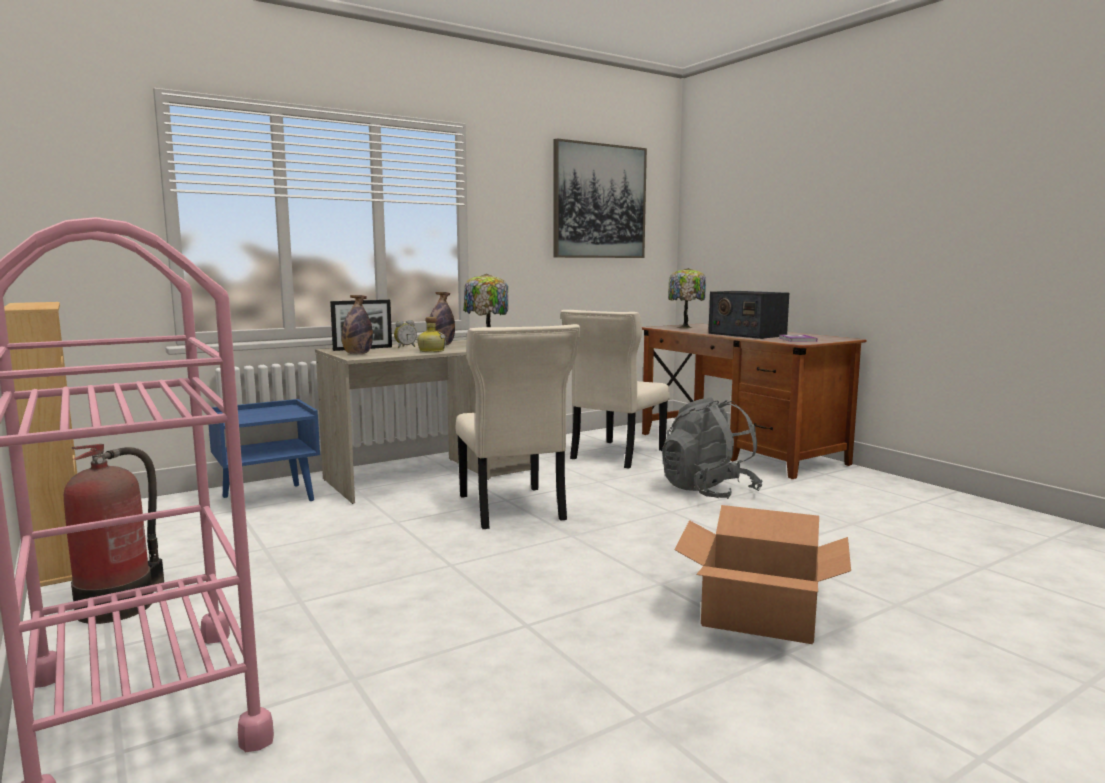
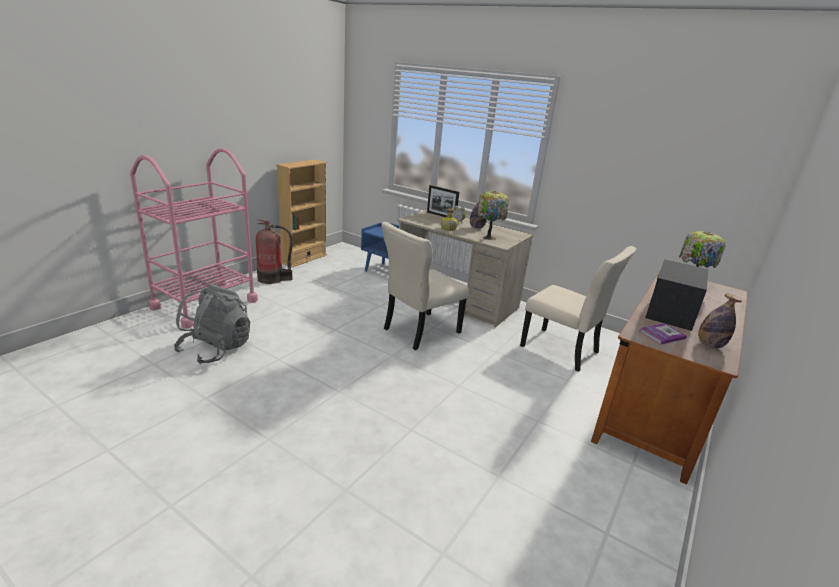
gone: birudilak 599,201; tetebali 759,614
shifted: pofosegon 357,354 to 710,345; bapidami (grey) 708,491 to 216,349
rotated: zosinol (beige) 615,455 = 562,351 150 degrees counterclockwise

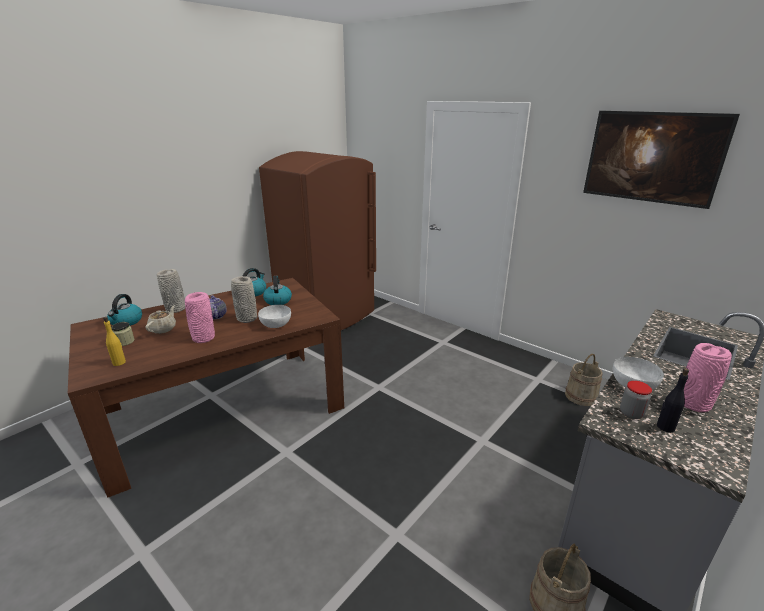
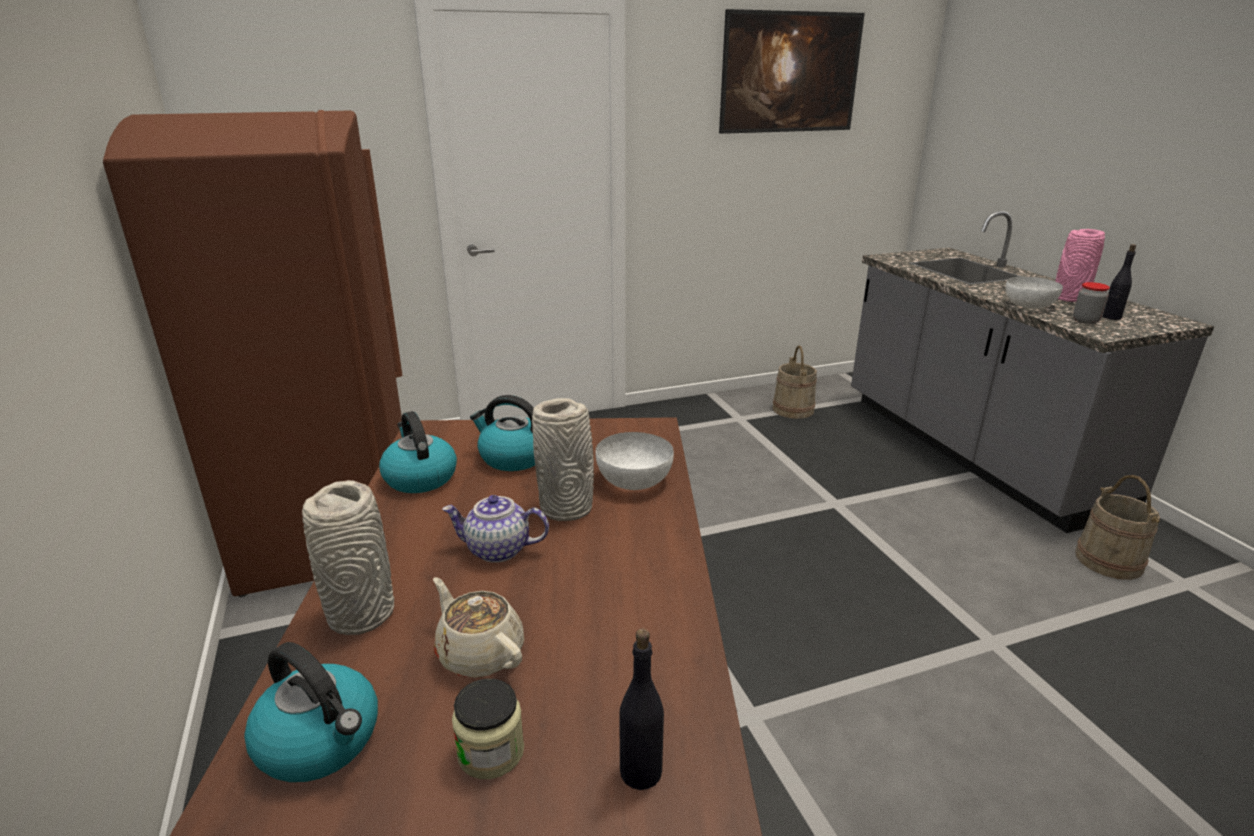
gone: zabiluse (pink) 203,338
repainted: pofosegon (yellow) 119,362 to pofosegon (black) 640,771

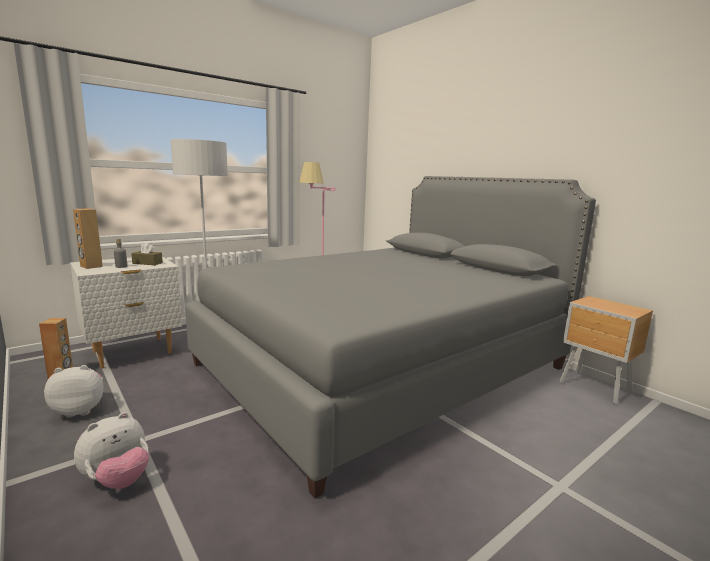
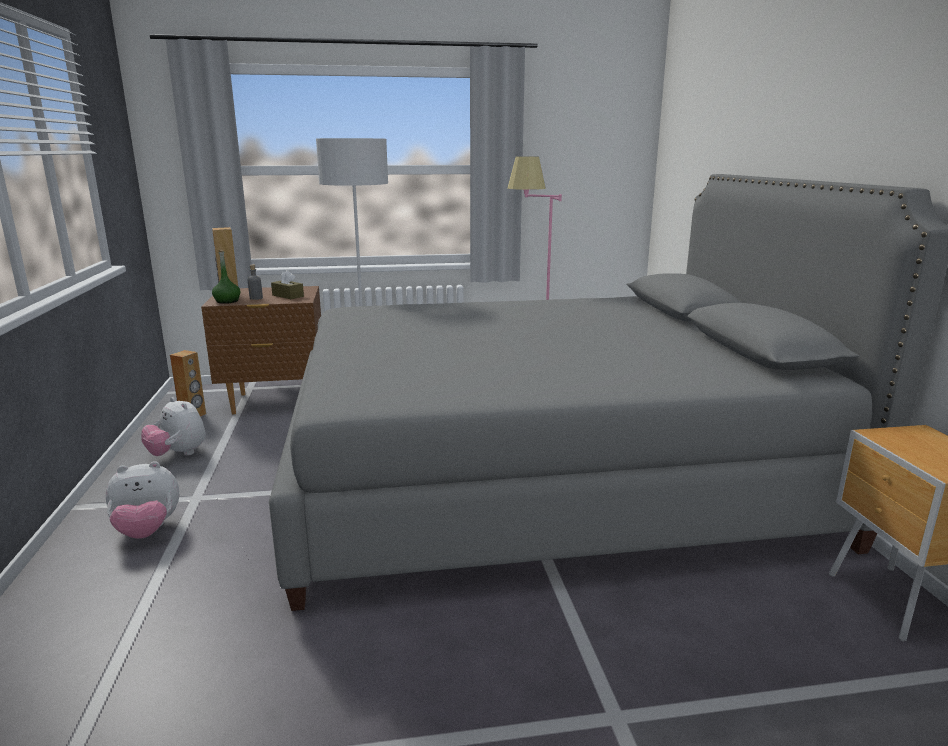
new: pofosegon (green) 227,301
repainted: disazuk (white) 133,353 to disazuk (brown) 275,402
rotated: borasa 80,410 = 178,454 150 degrees counterclockwise

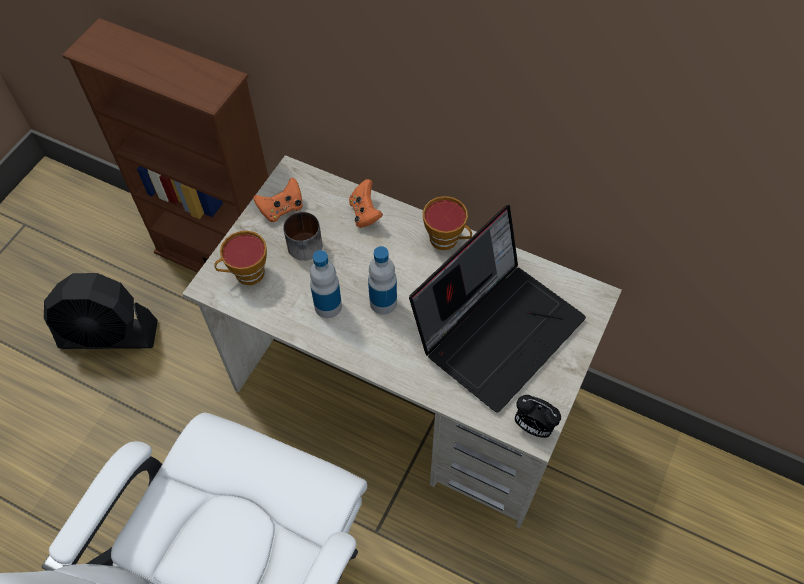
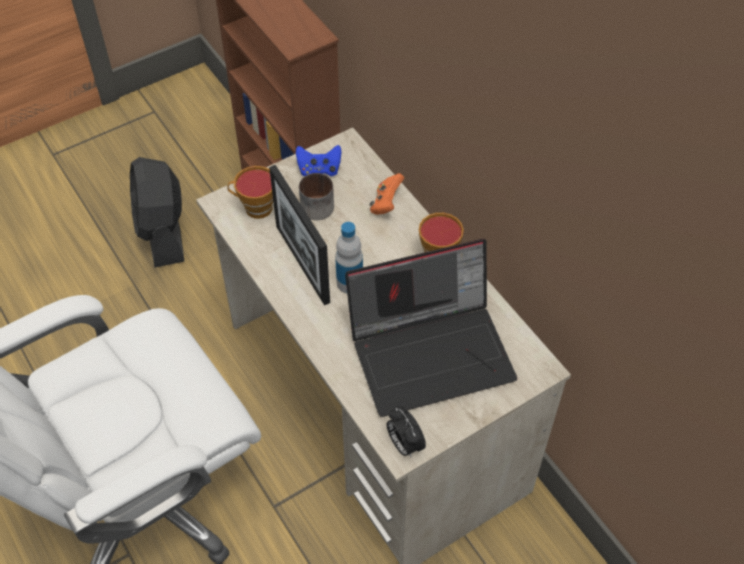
swapped: pofosegon 328,306 to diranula 302,263
repainted: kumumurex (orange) 282,209 to kumumurex (blue) 319,169
rotated: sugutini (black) 109,335 = 163,231 45 degrees clockwise

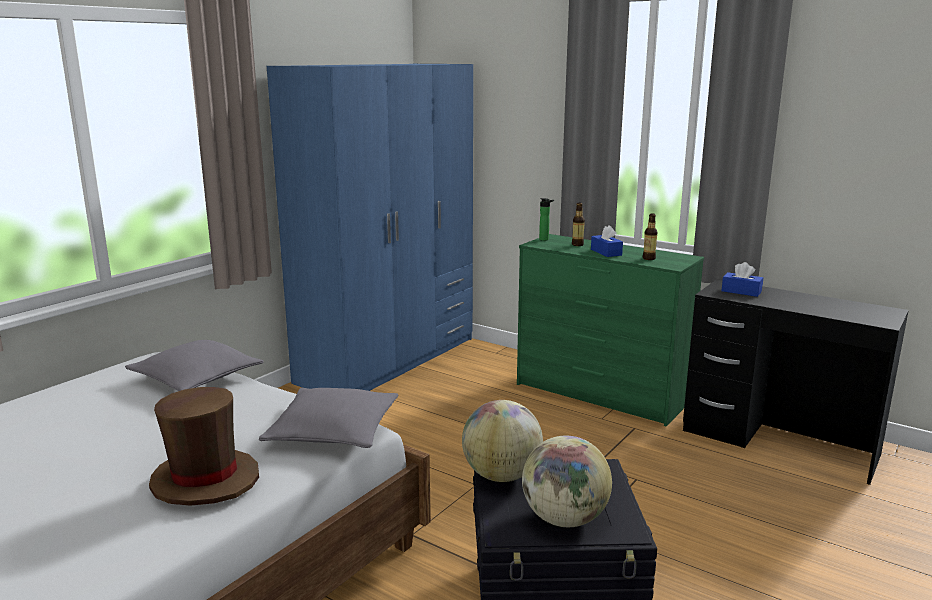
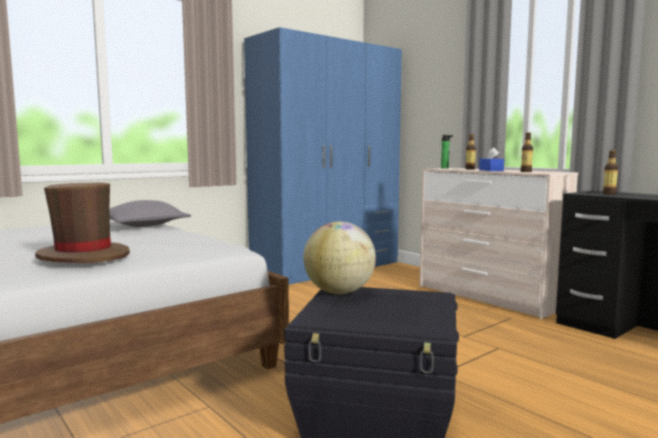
gone: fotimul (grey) 333,431; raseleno 564,519
swapped: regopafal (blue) 741,291 to pofosegon 609,193
repainted: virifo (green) 599,394 to virifo (beige) 488,297

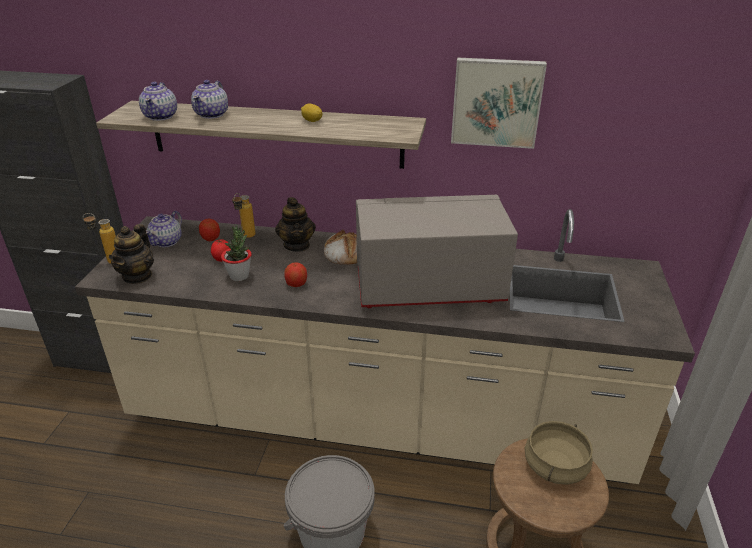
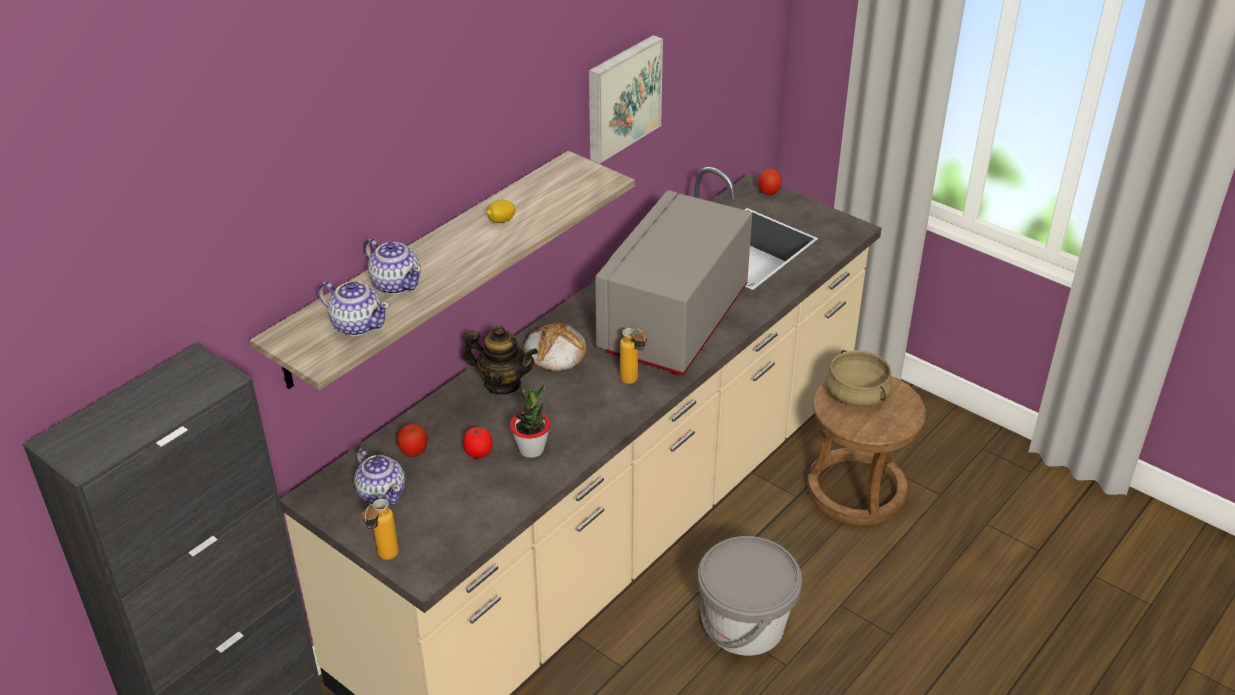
gone: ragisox 137,276
shifted: pofosegon 246,237 to 633,383; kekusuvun 296,284 to 769,192

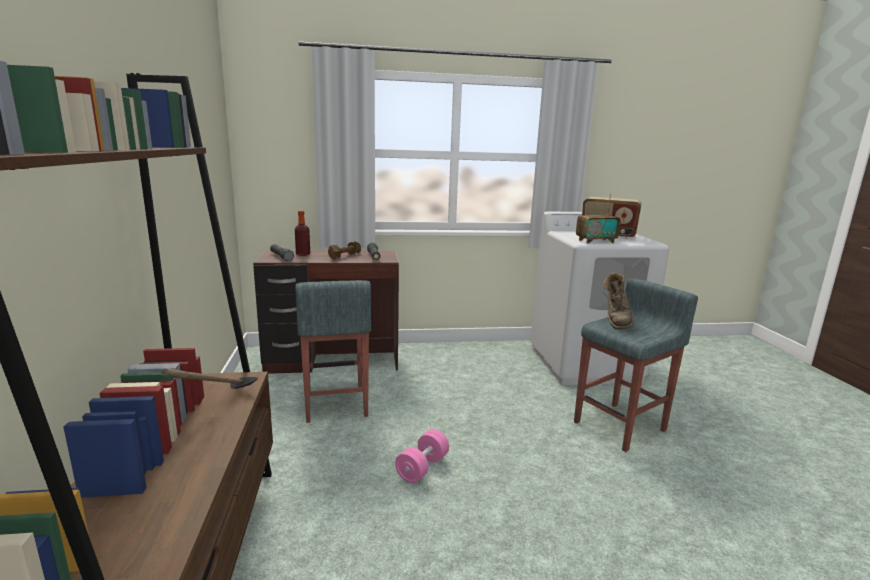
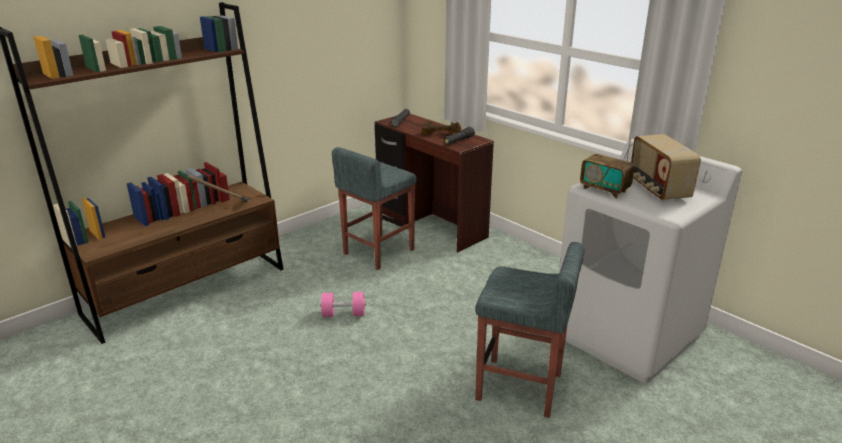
gone: pofosegon 303,254; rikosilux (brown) 616,321

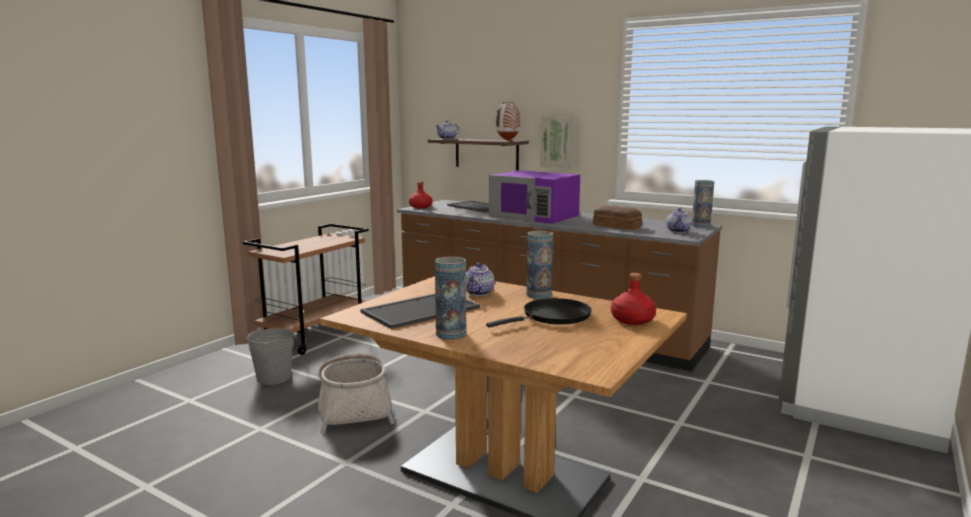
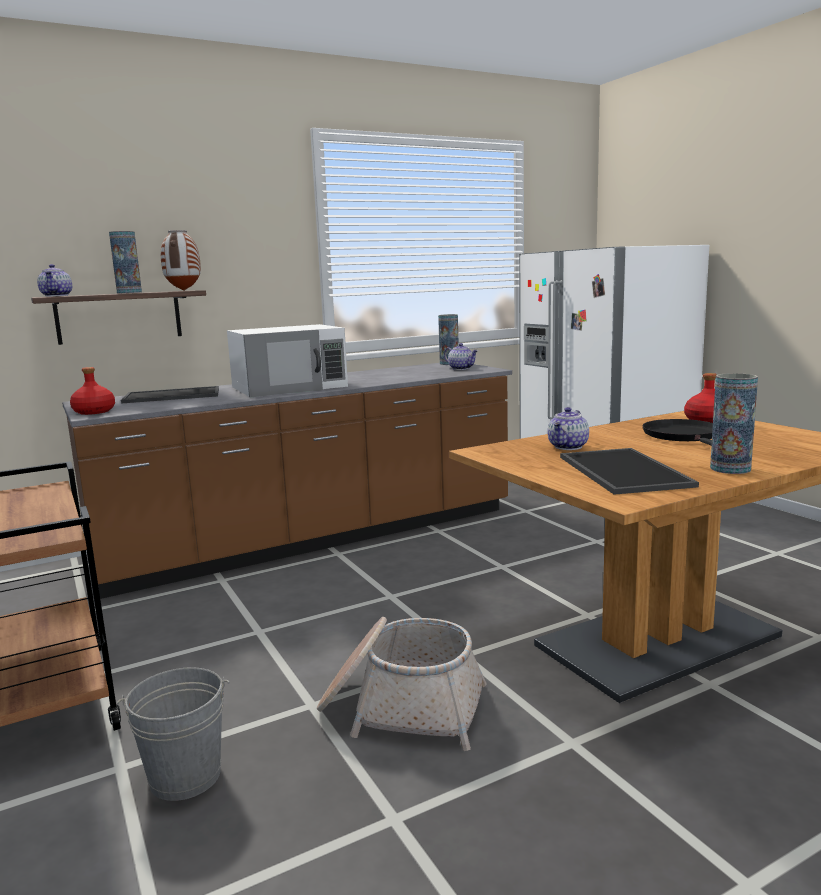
gone: birudilak 558,142; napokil 616,226
shifted: zabiluse 538,295 to 129,293
repainted: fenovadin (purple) 534,216 to fenovadin (white) 290,387
rotated: ragisox 479,293 = 568,447 75 degrees clockwise

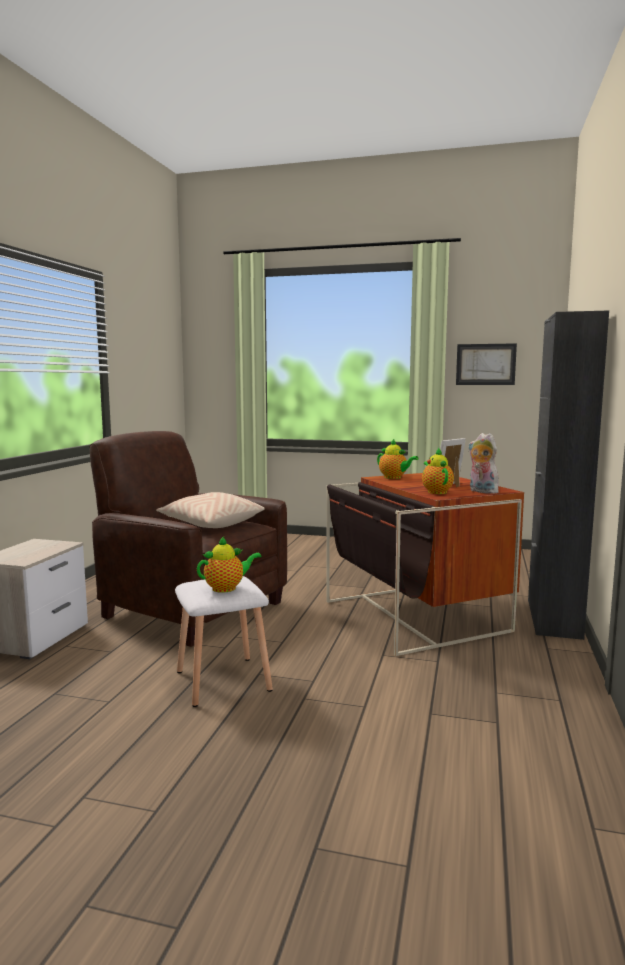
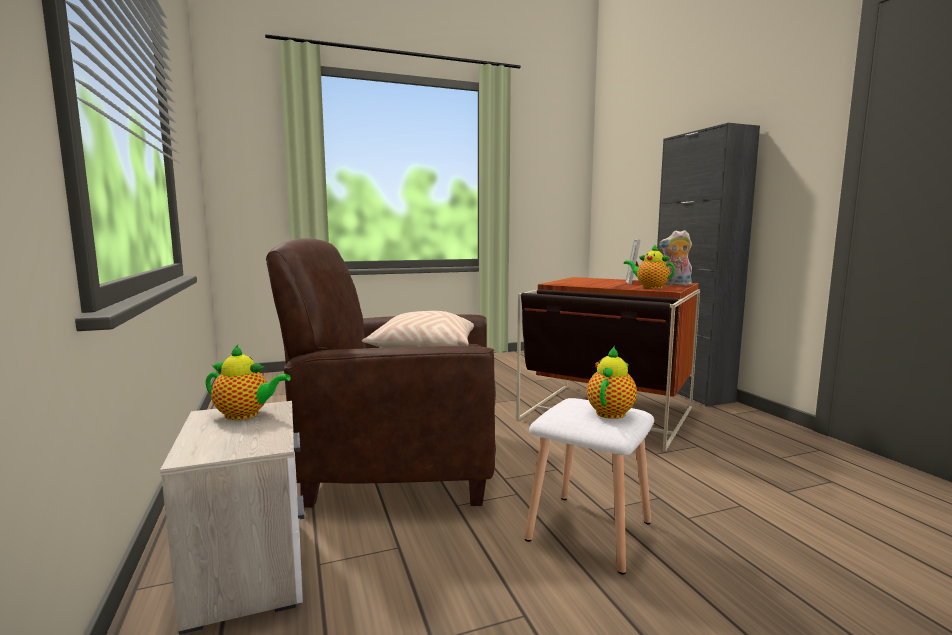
gone: birudilak 485,364
shifted: ragisox 394,477 to 245,415

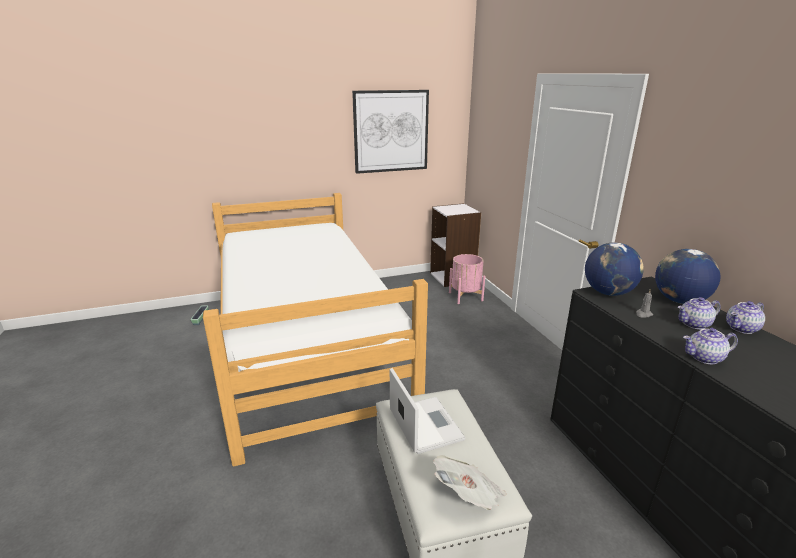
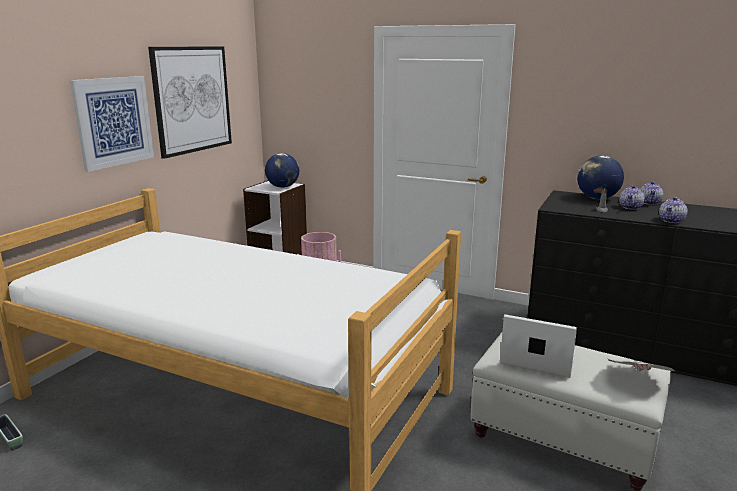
new: birudilak 114,121
shifted: raseleno 608,292 to 283,187

